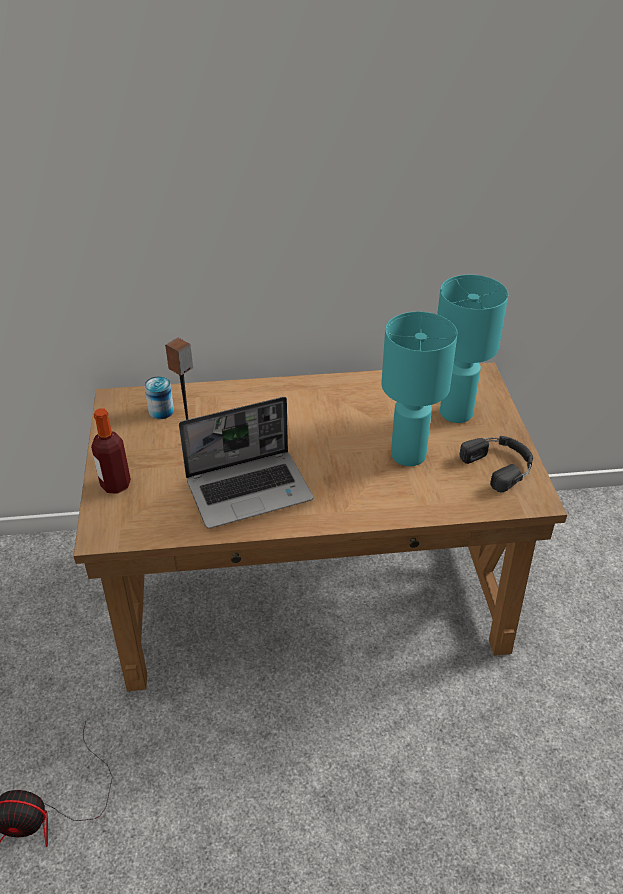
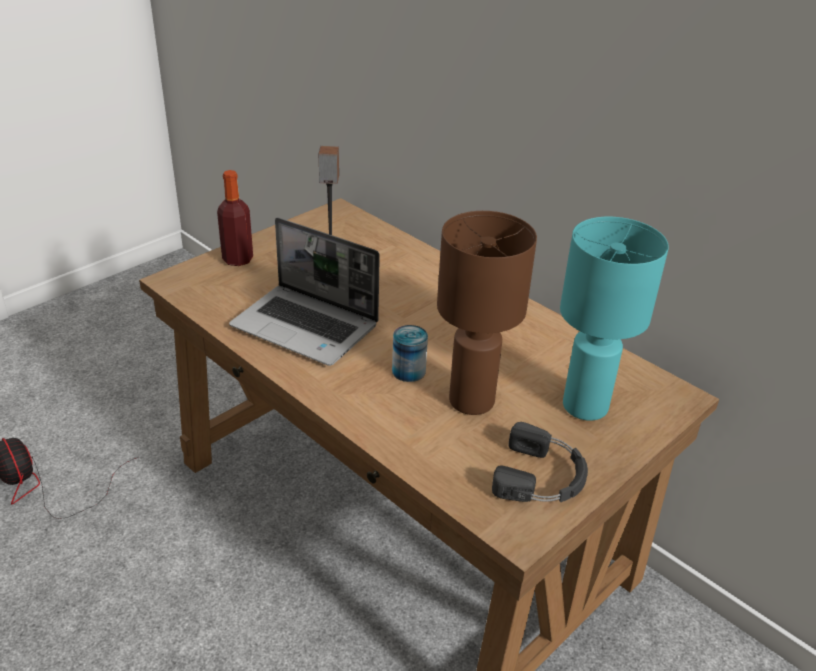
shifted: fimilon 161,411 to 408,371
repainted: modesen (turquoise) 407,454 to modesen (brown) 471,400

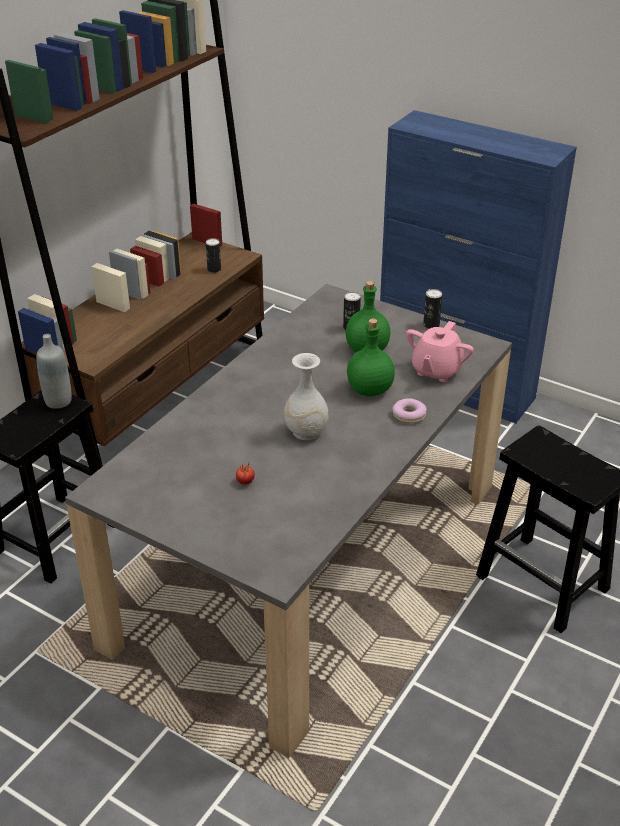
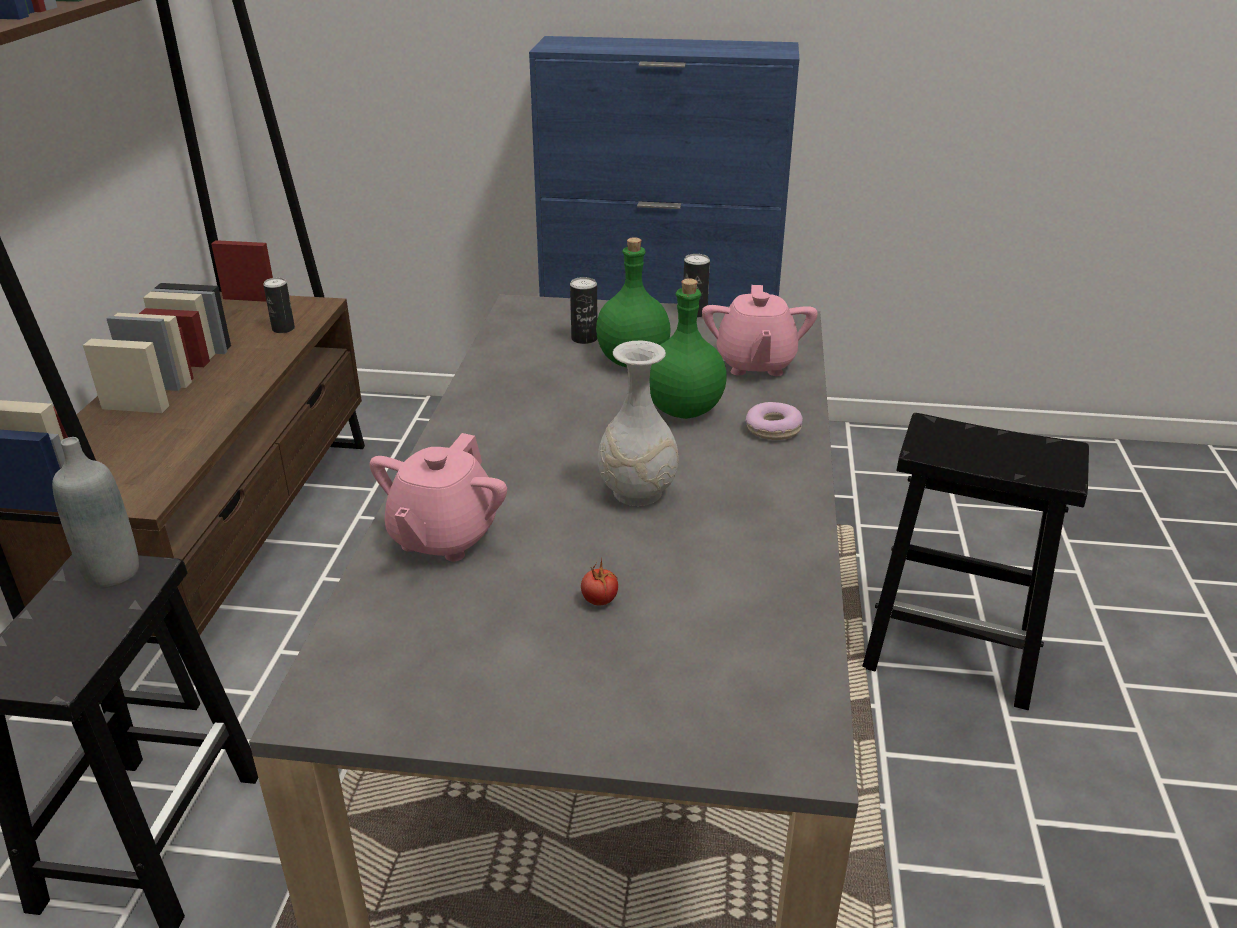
new: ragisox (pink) 443,537

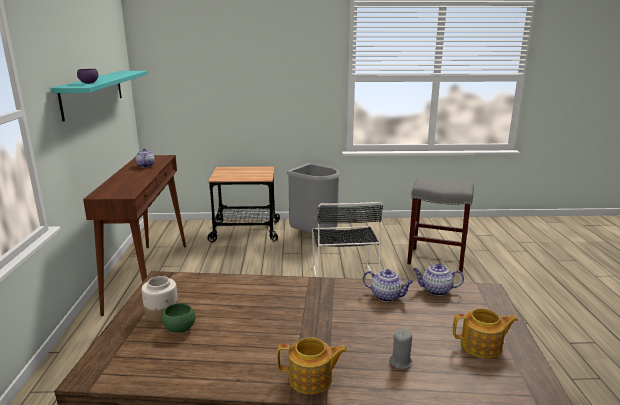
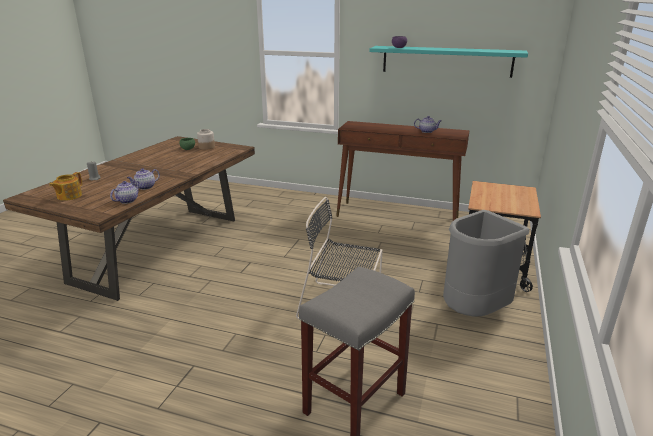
gone: ragisox 311,379

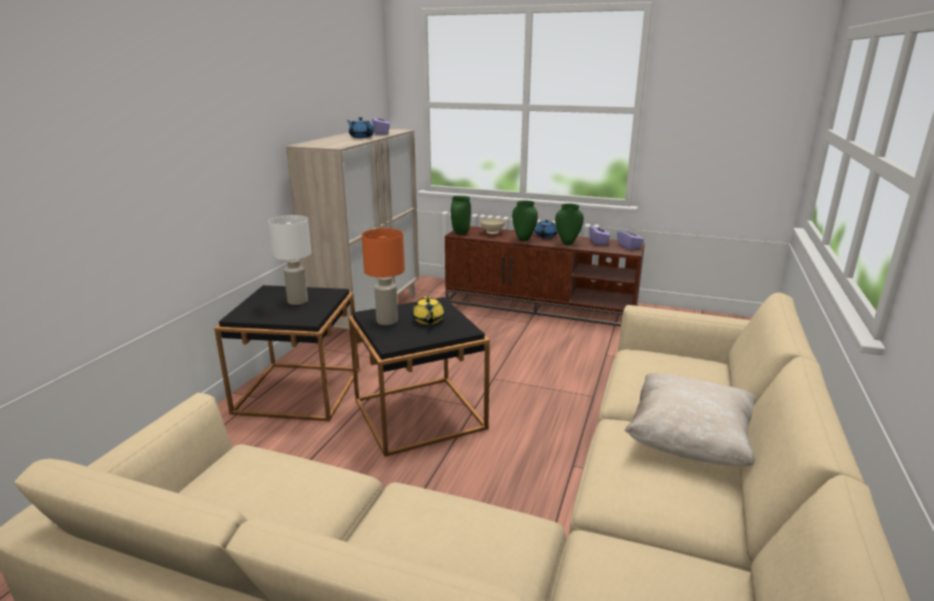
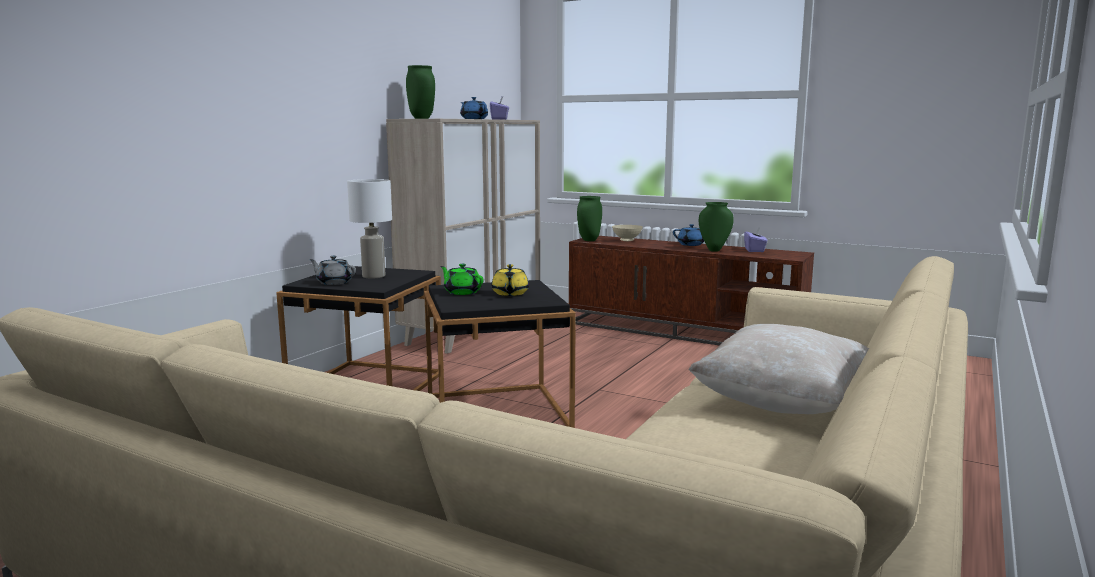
gone: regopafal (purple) 629,246
new: ragisox (grey) 334,282
shifted: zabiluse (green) 524,239 to 422,118
swapped: modesen (orange) 386,321 to ragisox (green) 462,292

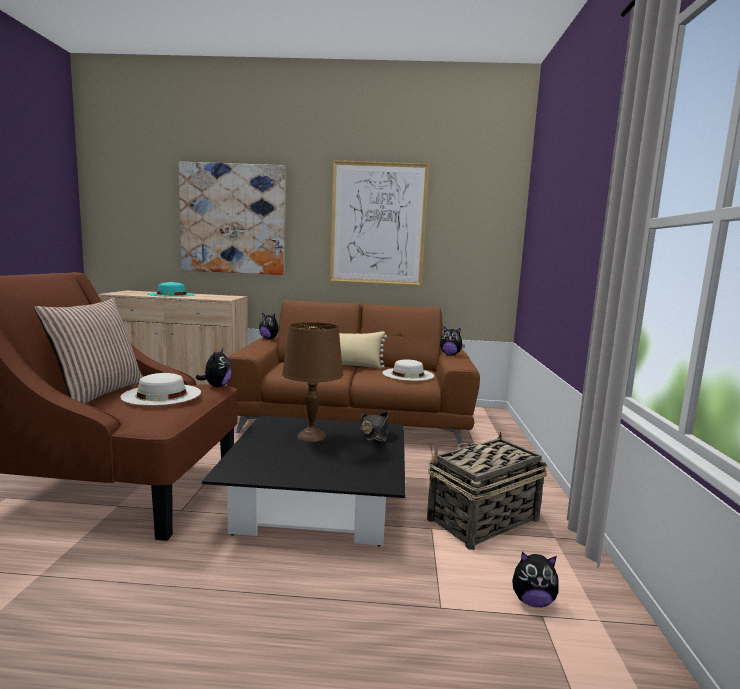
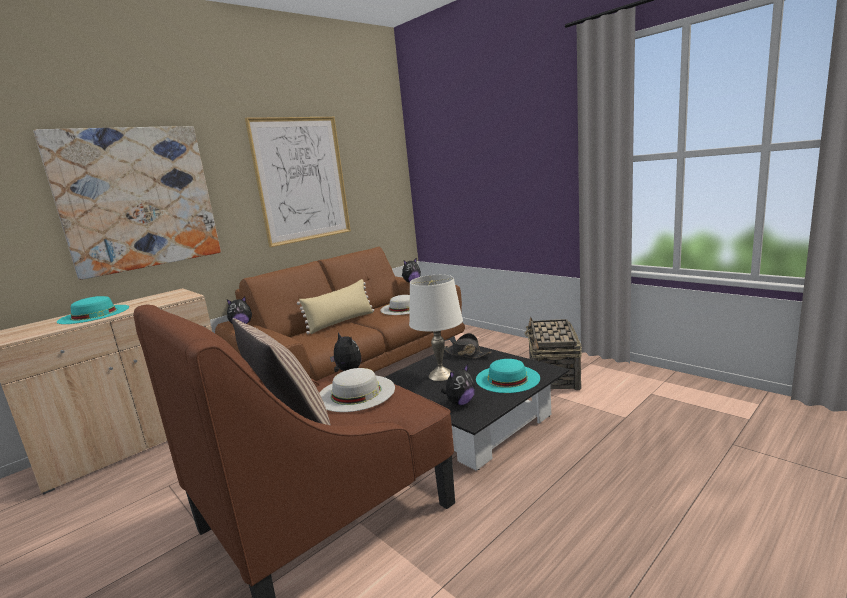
new: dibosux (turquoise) 507,378
shifted: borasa 532,601 to 460,403
repainted: modesen (brown) 311,436 to modesen (white) 441,375

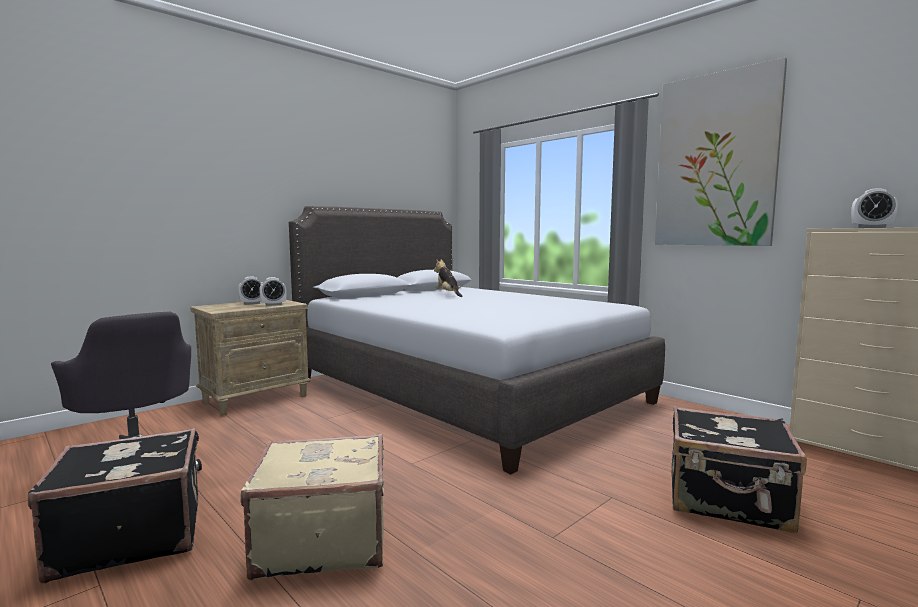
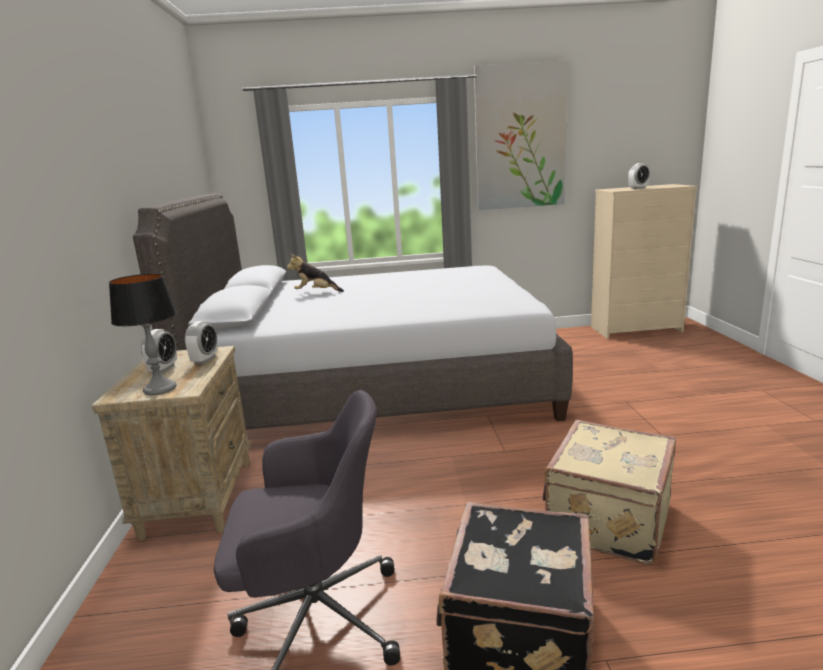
gone: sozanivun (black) 728,501
new: modesen 160,389

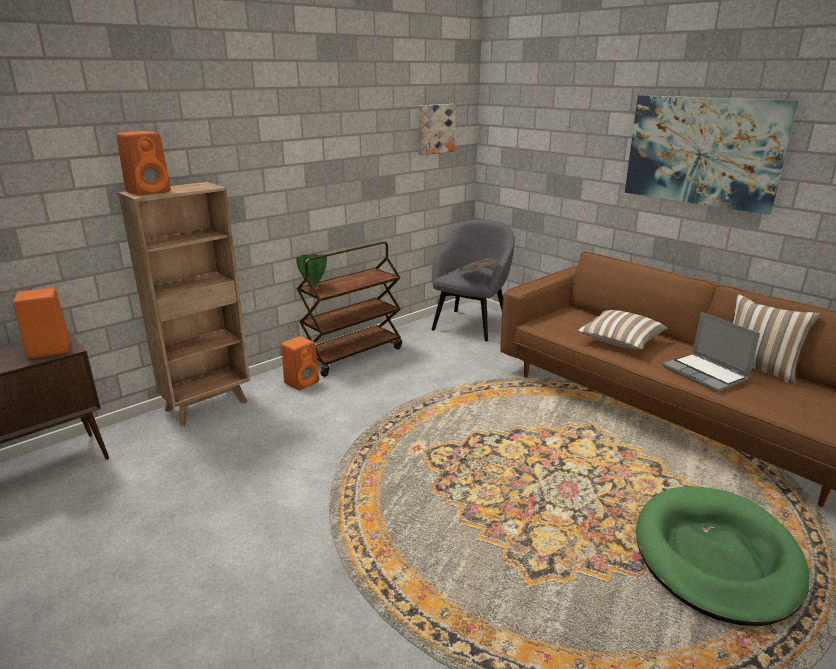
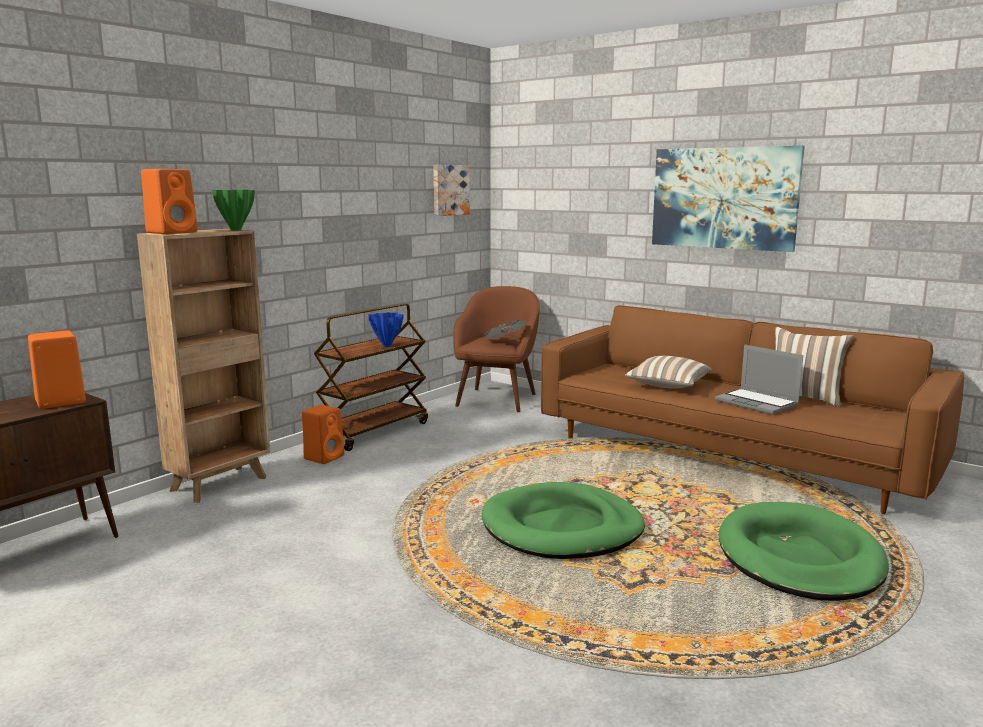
new: zabiluse (blue) 387,346; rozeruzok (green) 562,528
shifted: zabiluse (green) 313,286 to 236,230
repainted: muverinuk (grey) 471,324 to muverinuk (brown) 497,399

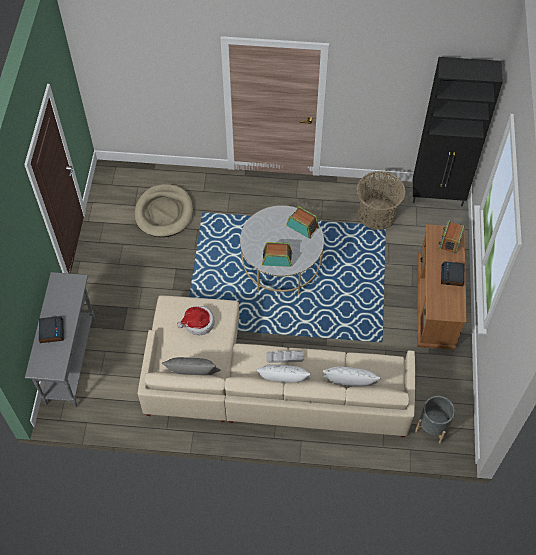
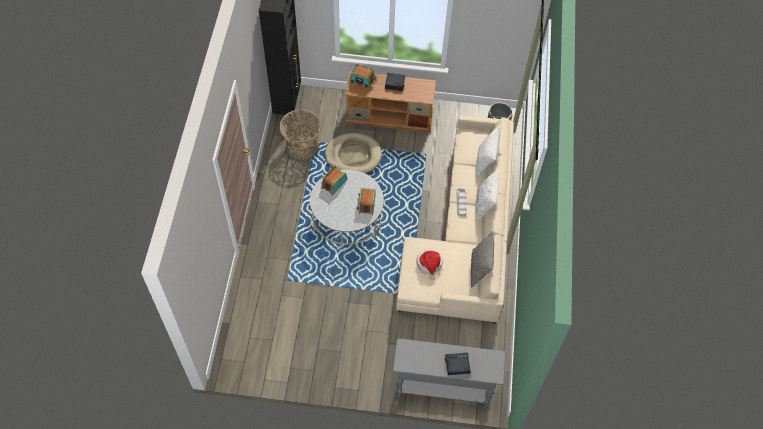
shifted: rozeruzok (beige) 164,212 to 353,156

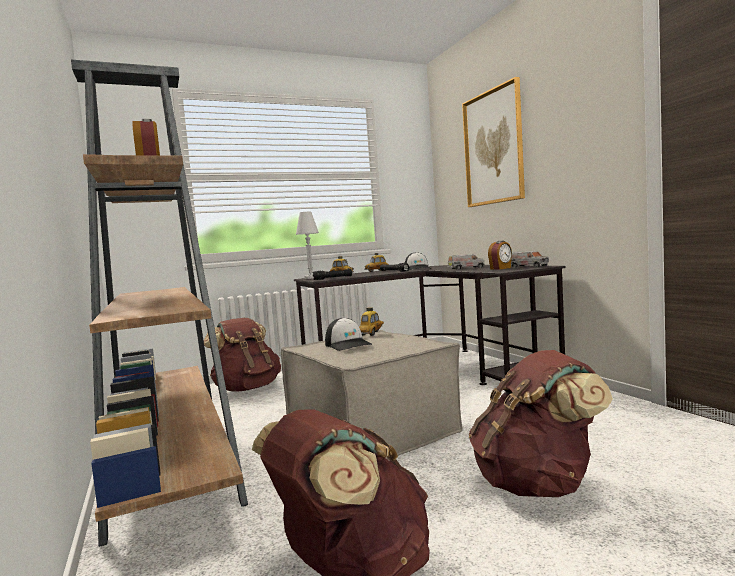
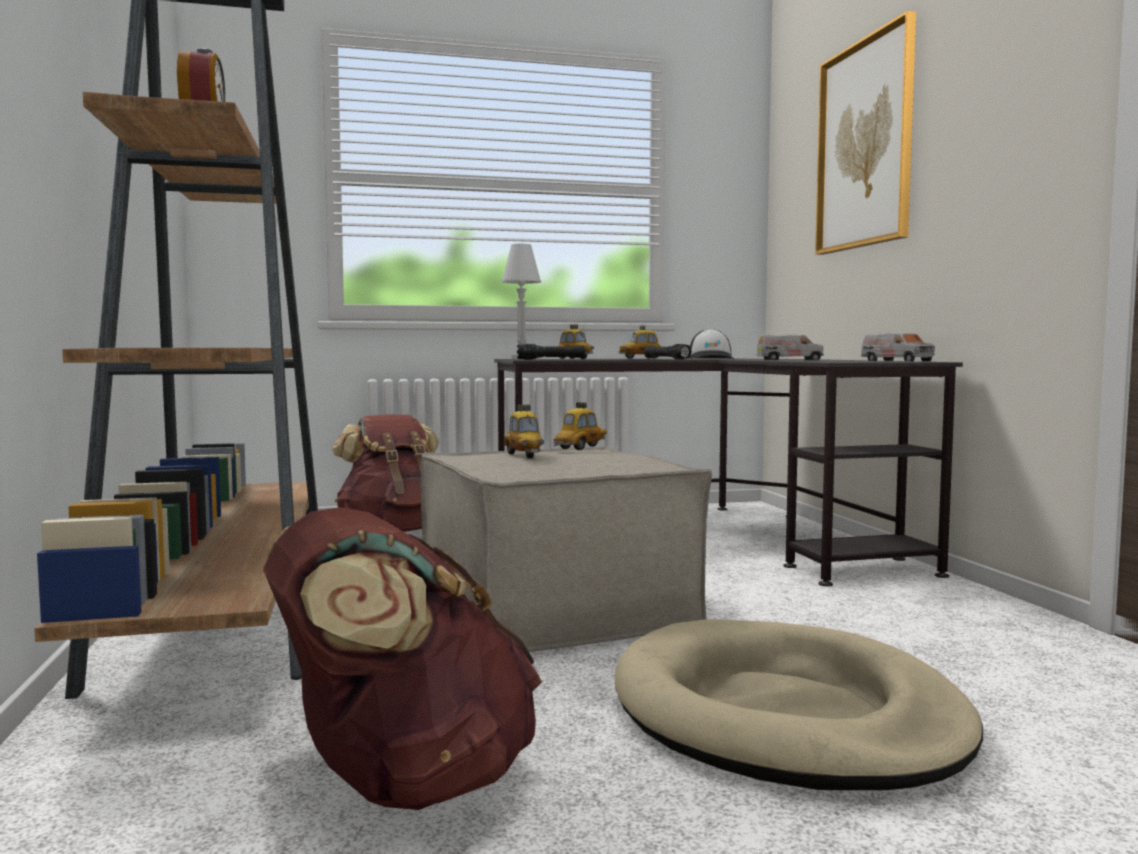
gone: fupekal 501,268
swapped: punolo 348,344 to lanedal 524,455; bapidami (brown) 537,484 to rozeruzok (beige) 785,715

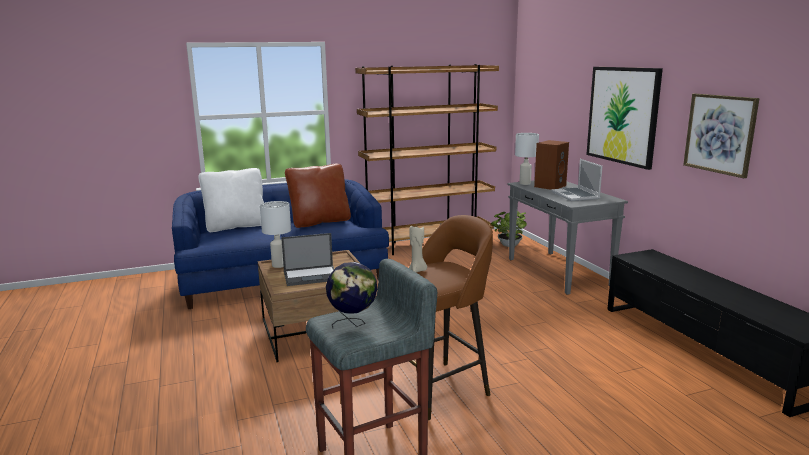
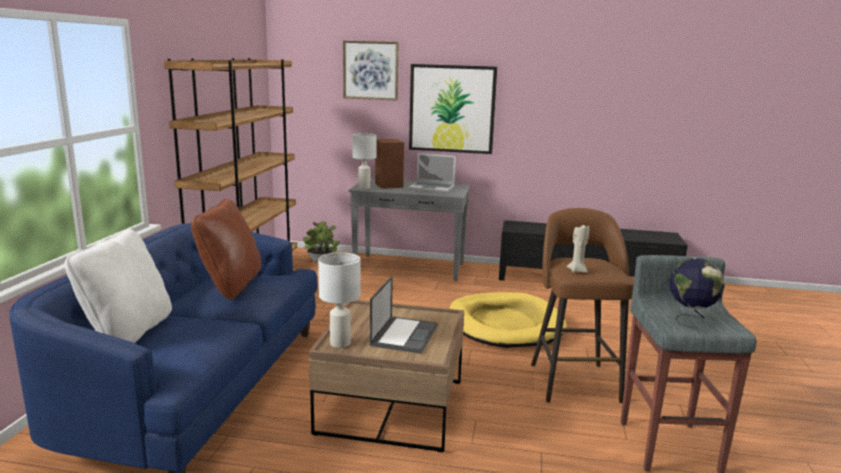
new: rozeruzok (yellow) 504,324
shifted: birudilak 720,134 to 370,70

